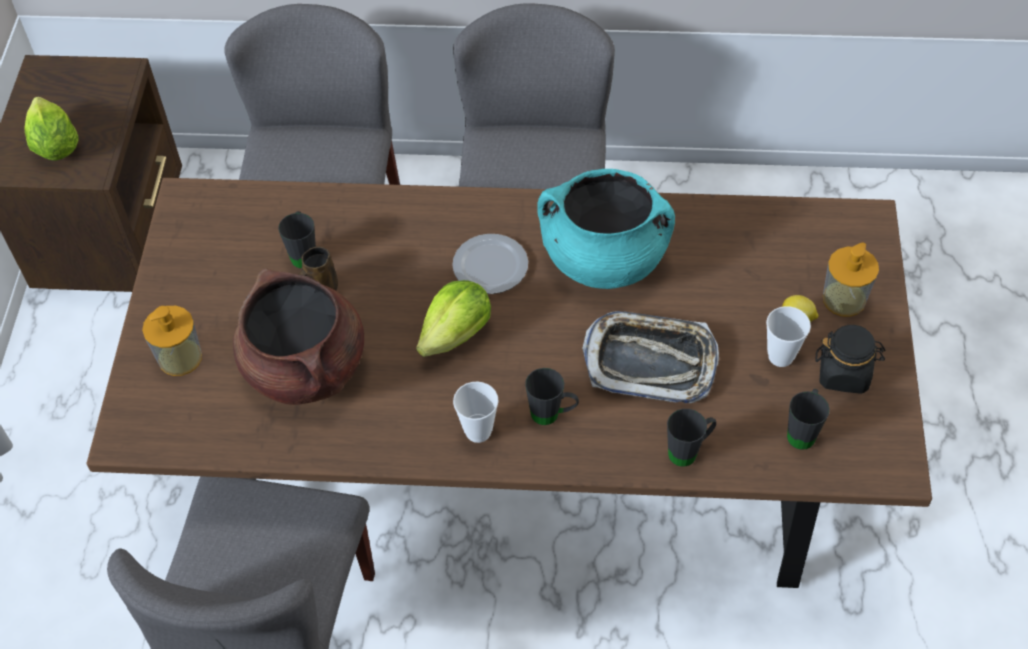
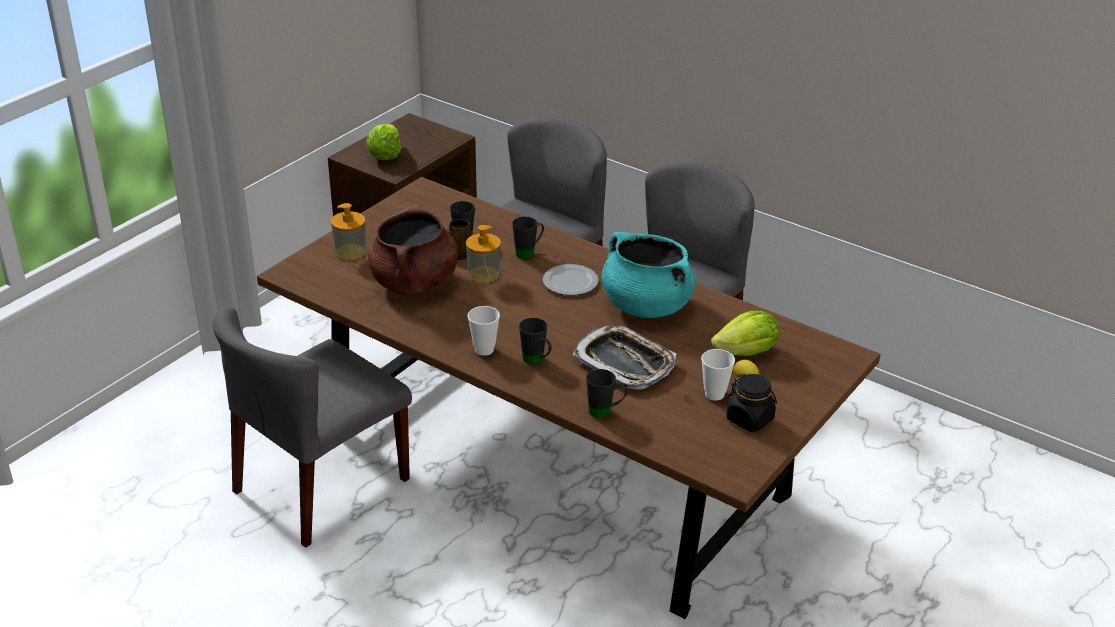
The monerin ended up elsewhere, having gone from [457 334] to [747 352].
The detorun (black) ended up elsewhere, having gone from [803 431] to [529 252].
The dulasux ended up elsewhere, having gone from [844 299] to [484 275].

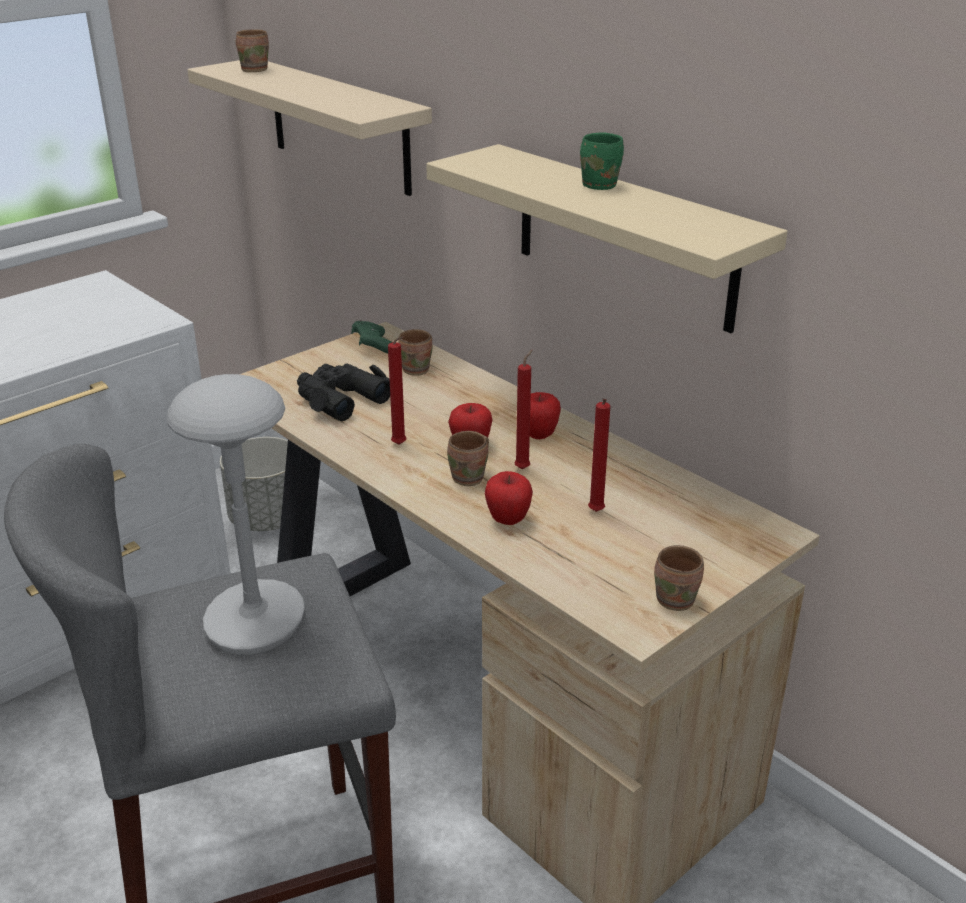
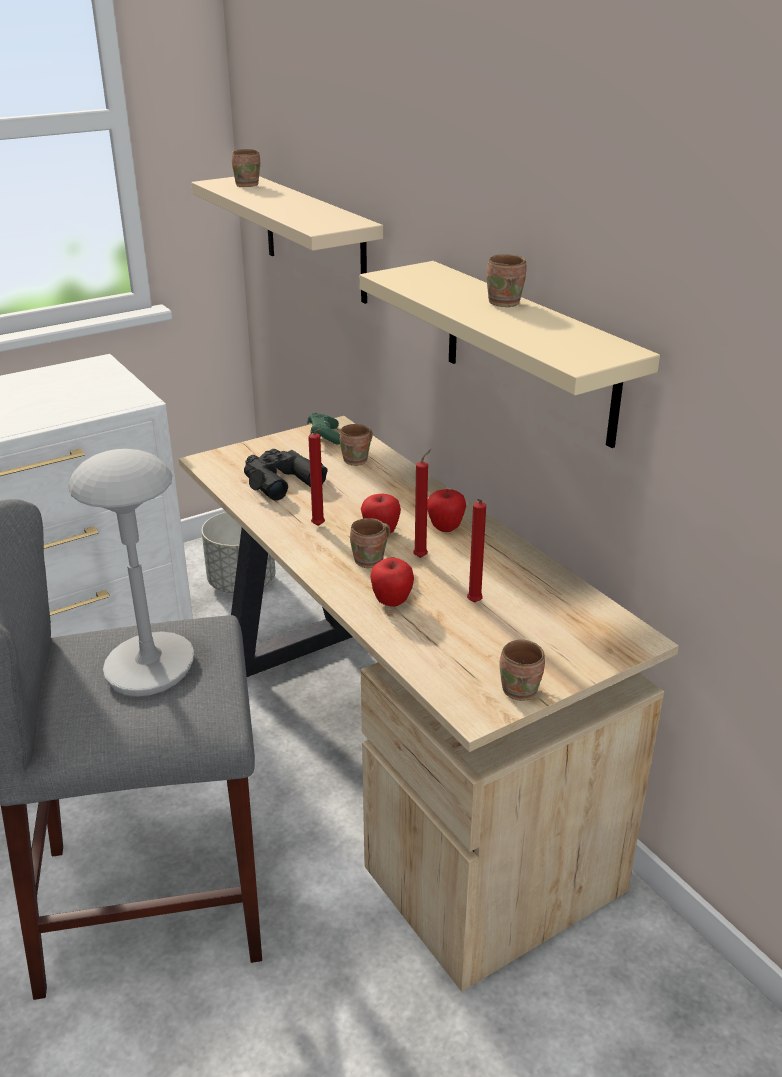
What was the detorun (green) at [601 185] turned into the detorun (brown) at [506 302].

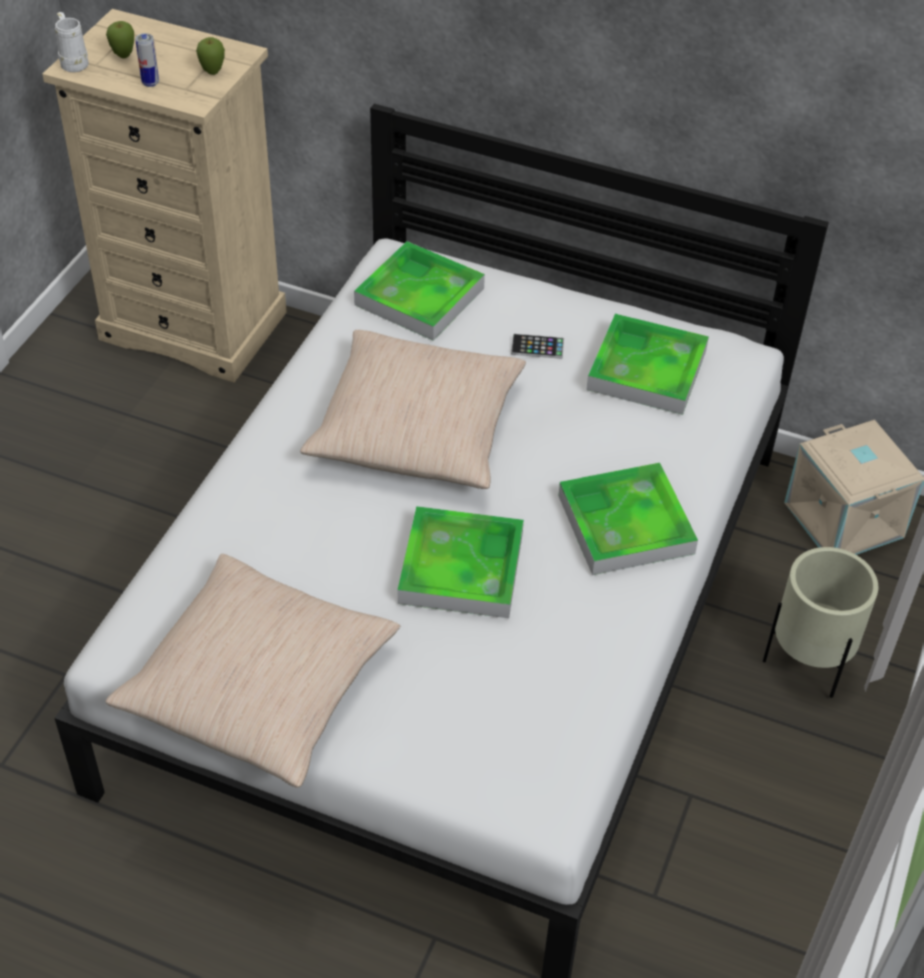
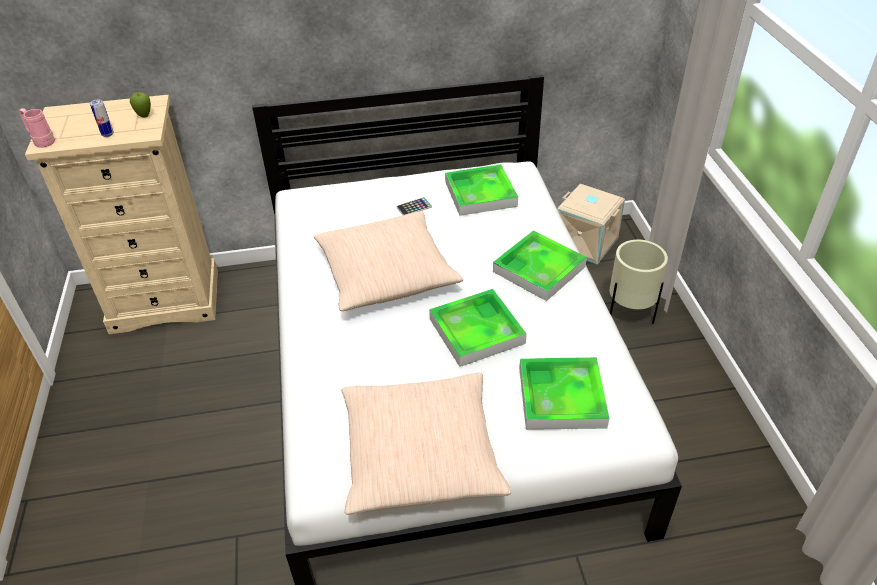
The second view lost the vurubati at [123 56].
The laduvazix ended up elsewhere, having gone from [419 296] to [561 397].
What was the detorun (white) at [73 62] turned into the detorun (pink) at [42 141].

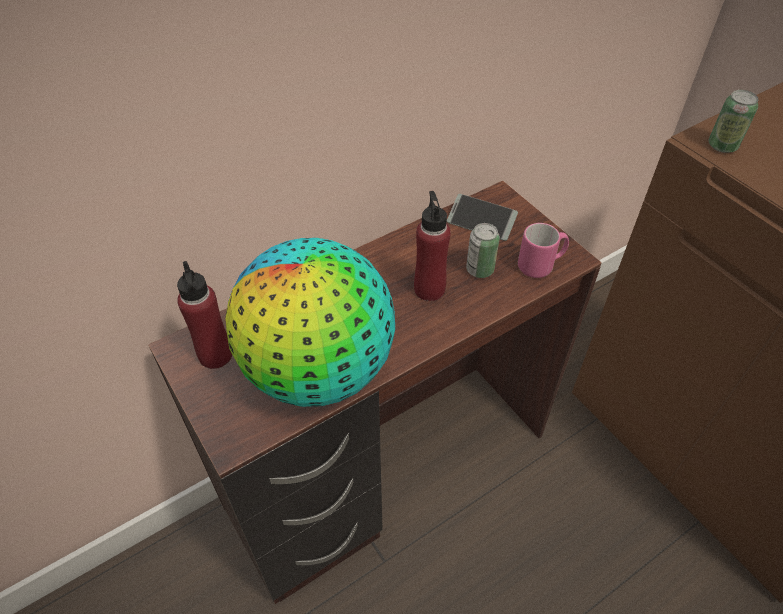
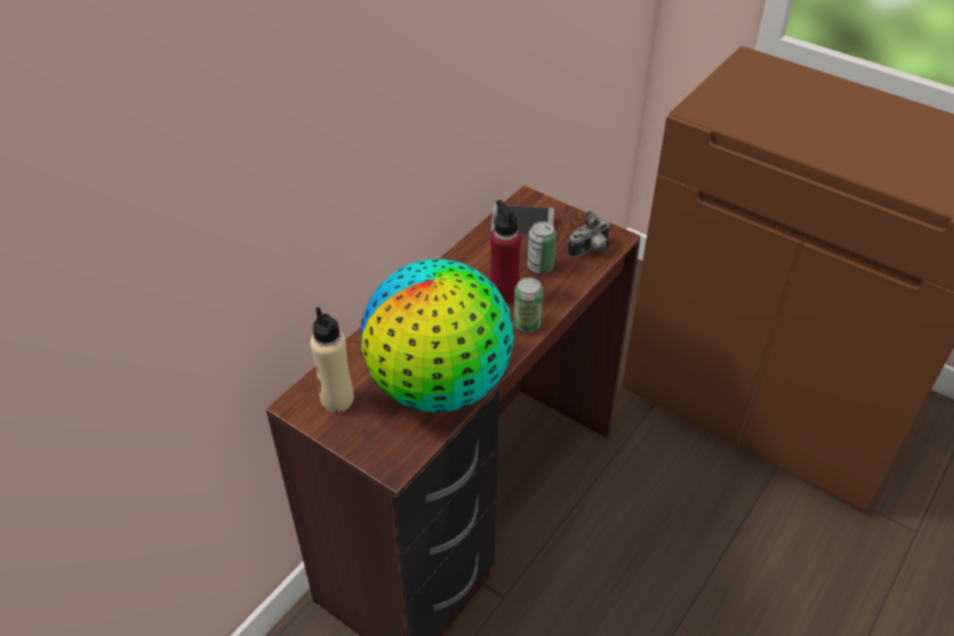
The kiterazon ended up elsewhere, having gone from [722 146] to [527 324].
Where the detorun (pink) stood at [540 265], the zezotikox came to stand at [591 250].
What was the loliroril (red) at [215 355] turned into the loliroril (beige) at [337 400].

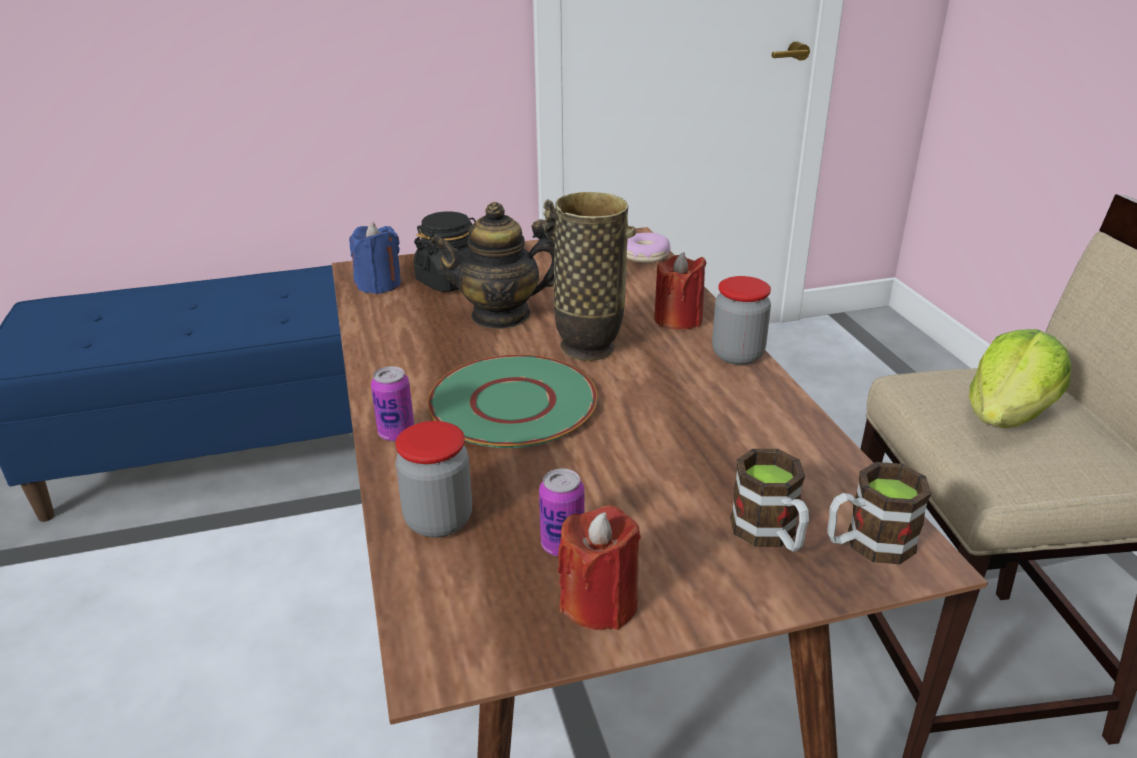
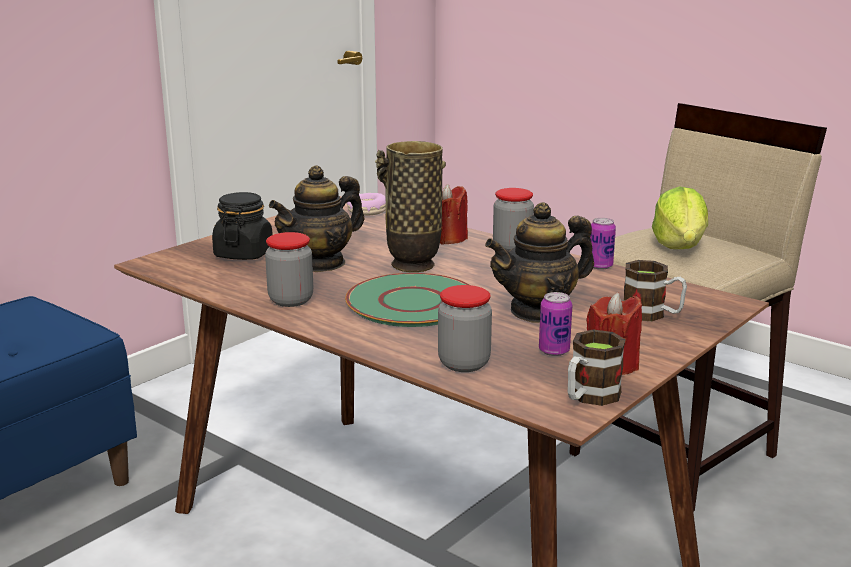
The second view lost the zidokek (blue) at [378 285].
The second view gained the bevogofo at [291 300].
The second view gained the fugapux at [539 311].
The kiterazon ended up elsewhere, having gone from [396 433] to [600 266].
The detorun ended up elsewhere, having gone from [867 544] to [589 397].

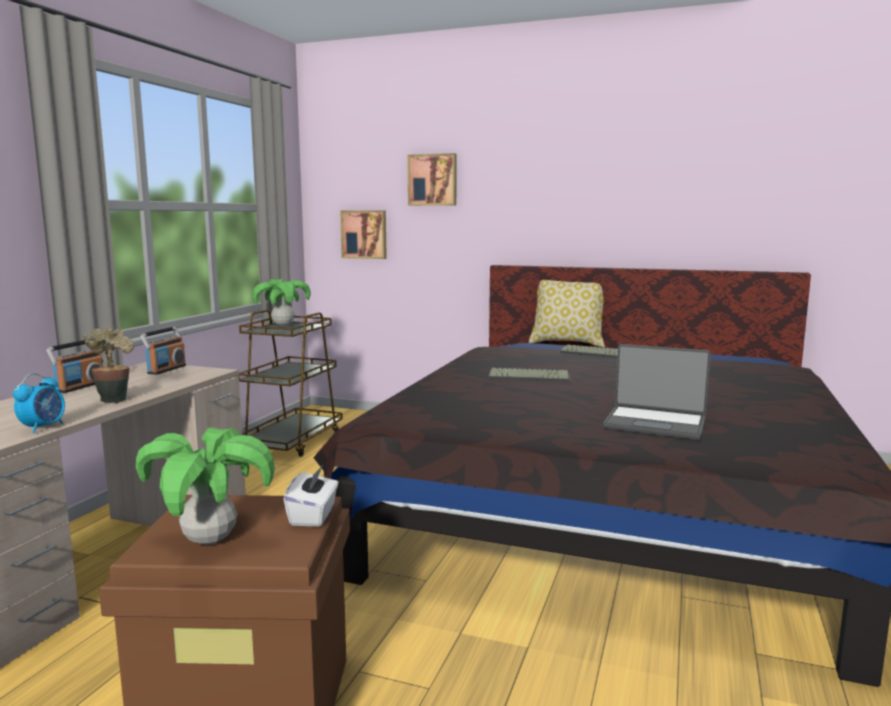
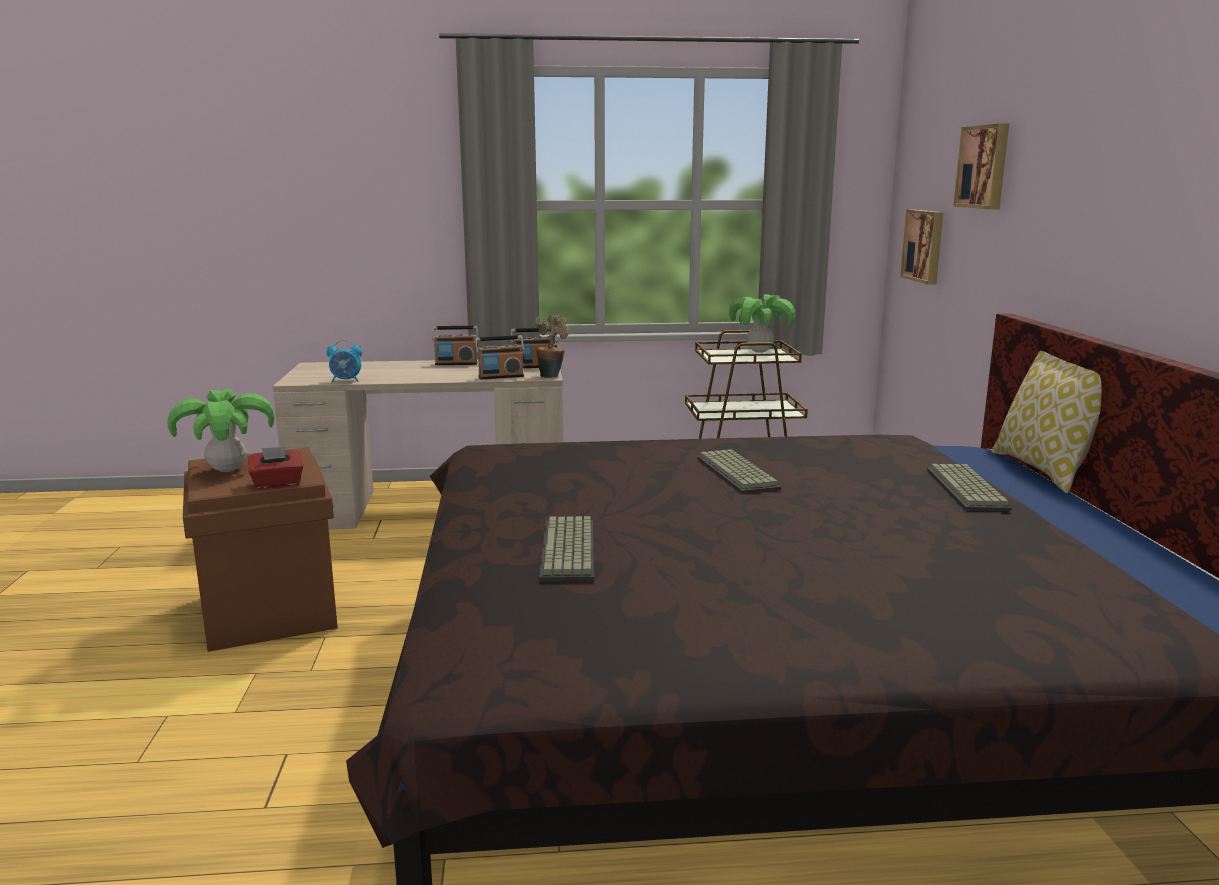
The second view gained the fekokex at [501 377].
The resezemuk ended up elsewhere, having gone from [113 399] to [551 375].
Where the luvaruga stood at [655 424], the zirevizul came to stand at [570 551].
What was the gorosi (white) at [313 516] turned into the gorosi (red) at [277 484].

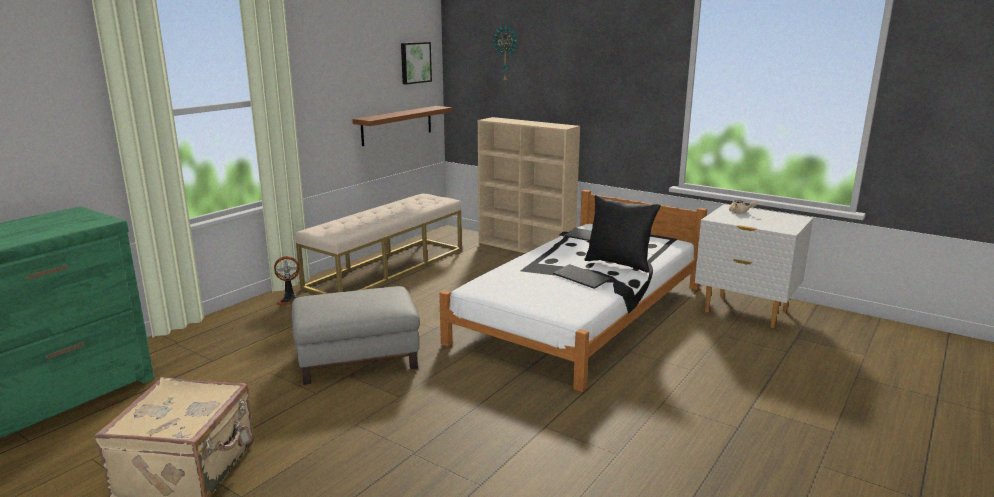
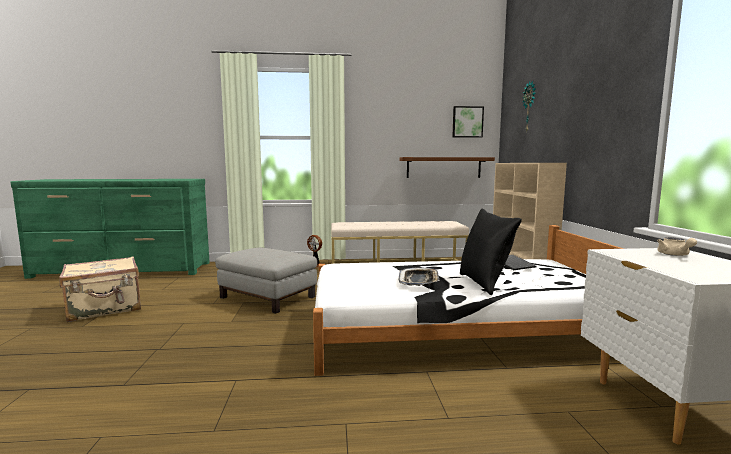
Where the zirevizul stood at [582 278], the laduvazix came to stand at [419 281].

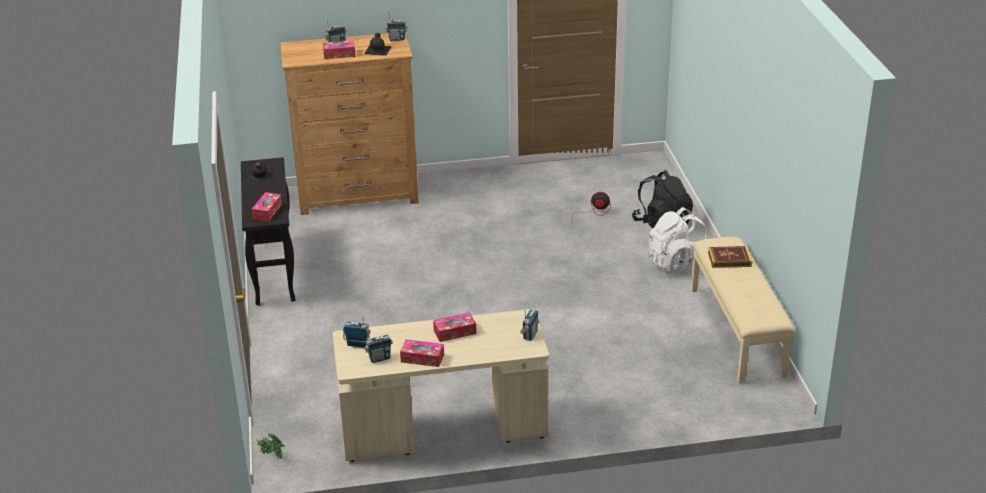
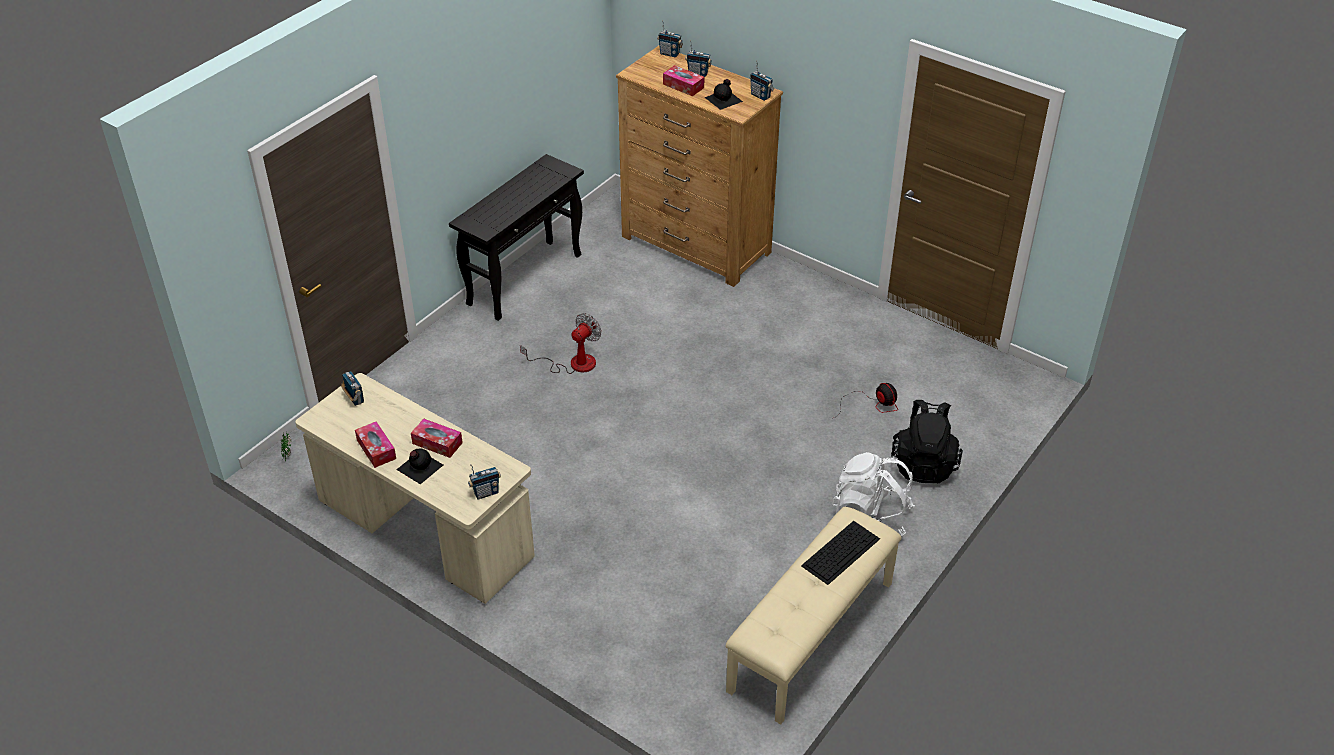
The second view lost the gorosi at [267 211].
The second view gained the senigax at [573 363].
The loliroril (black) ended up elsewhere, having gone from [259 177] to [419 467].
The fekokex ended up elsewhere, having gone from [379 358] to [669 54].
Where the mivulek stood at [729 259], the zirevizul came to stand at [841 551].

